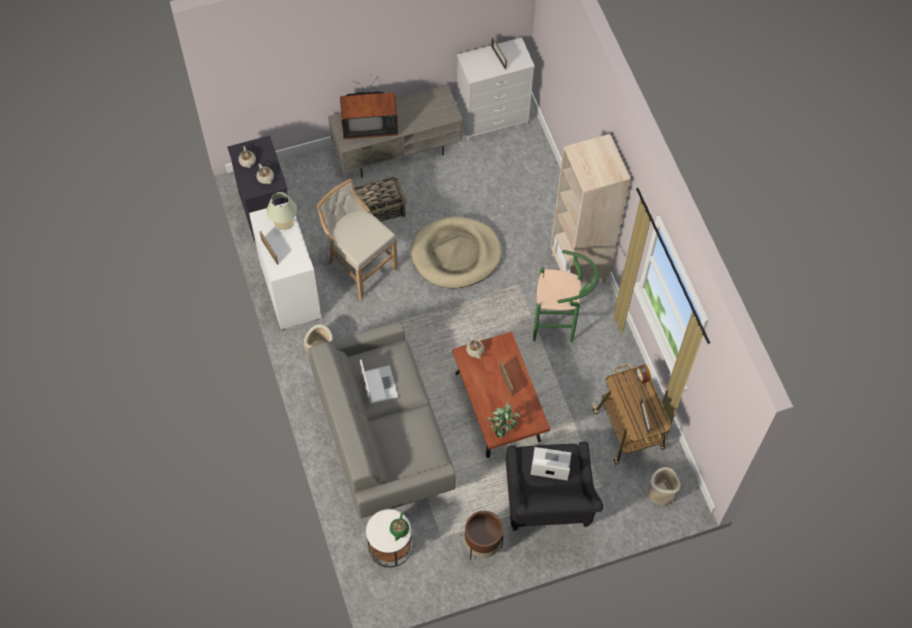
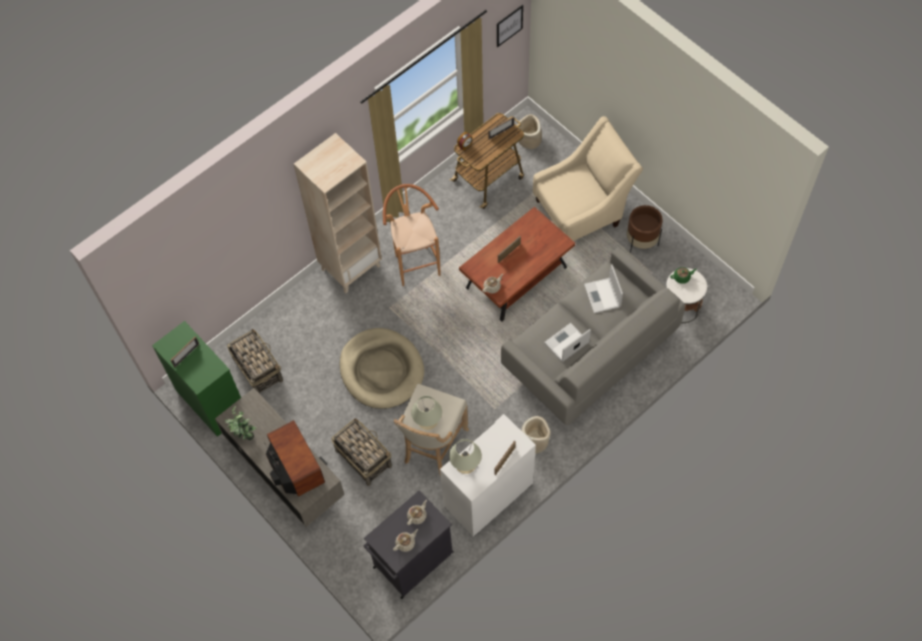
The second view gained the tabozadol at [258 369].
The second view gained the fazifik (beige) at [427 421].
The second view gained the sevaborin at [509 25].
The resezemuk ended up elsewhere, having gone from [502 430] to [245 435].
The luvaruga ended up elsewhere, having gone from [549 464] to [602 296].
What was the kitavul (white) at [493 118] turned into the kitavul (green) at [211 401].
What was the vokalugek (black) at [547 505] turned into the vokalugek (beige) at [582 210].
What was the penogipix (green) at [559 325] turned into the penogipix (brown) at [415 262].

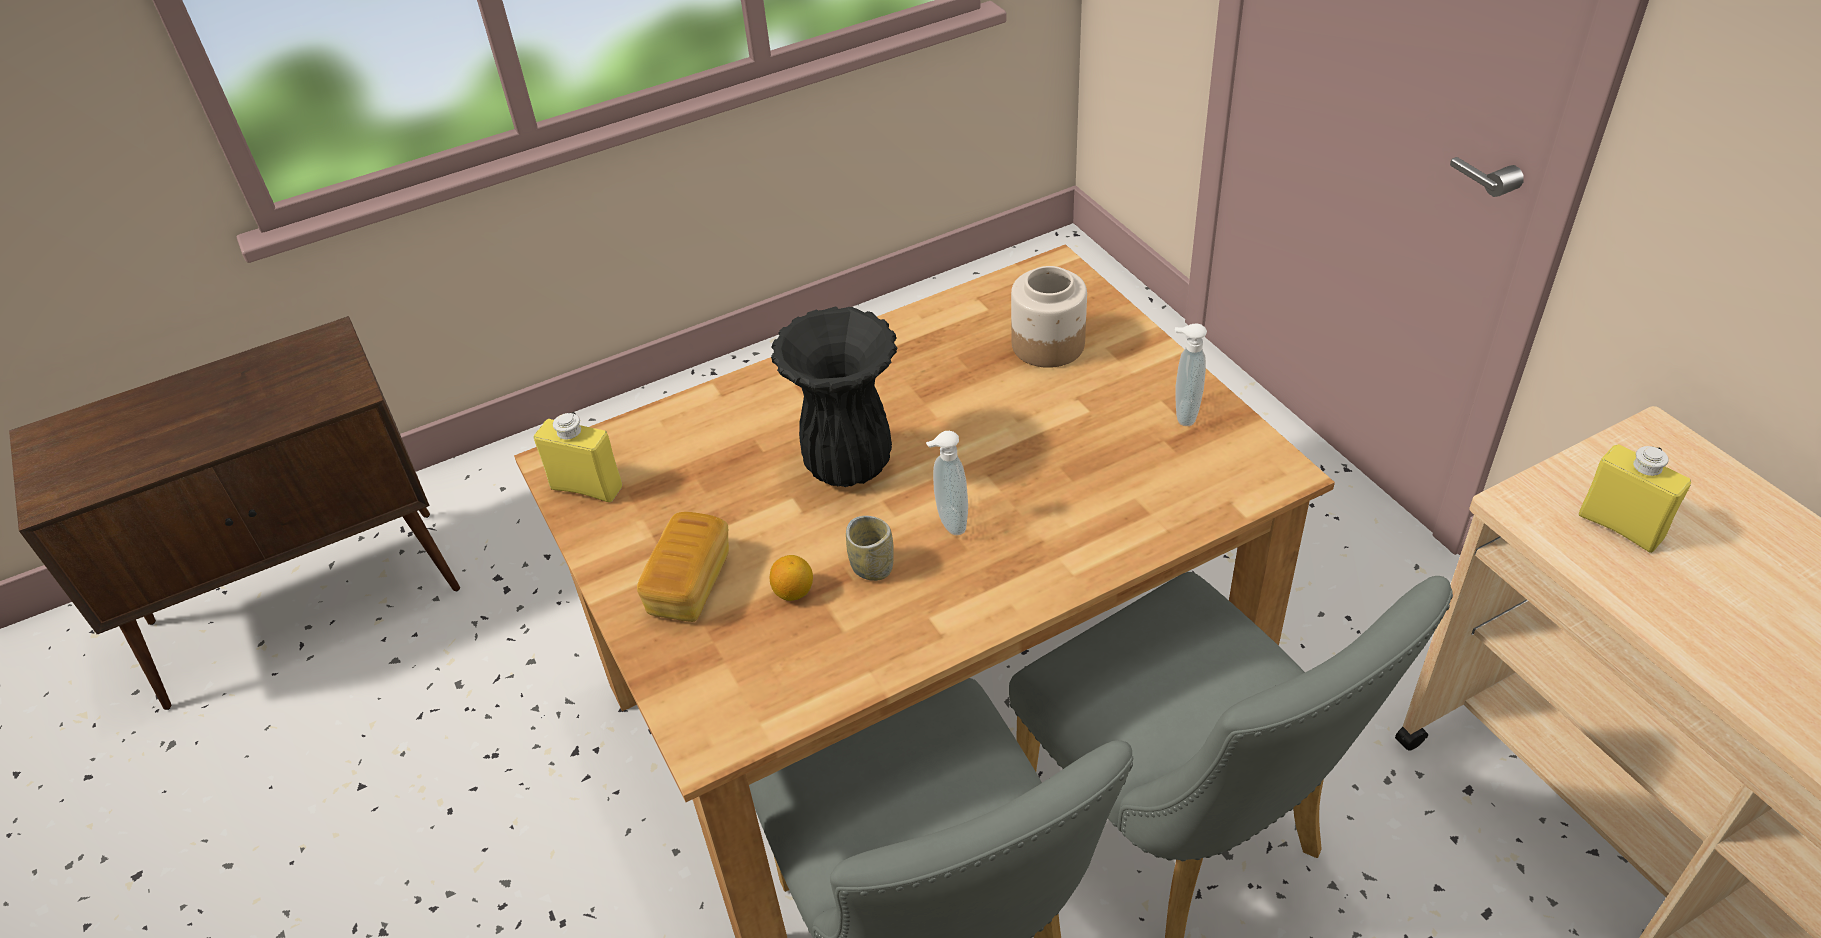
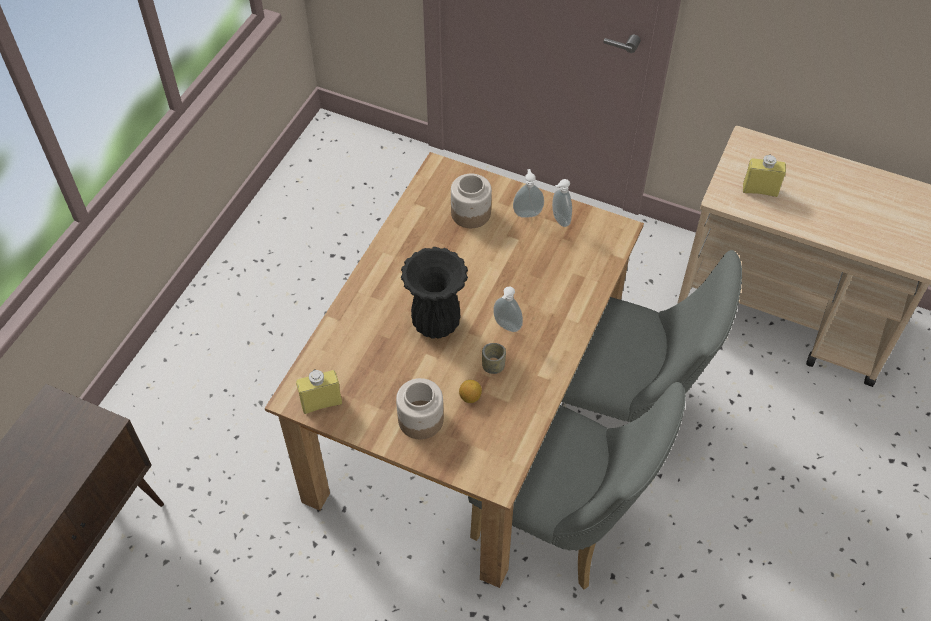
The second view gained the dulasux at [527 213].
Where the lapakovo stood at [689 584], the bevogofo came to stand at [420 420].

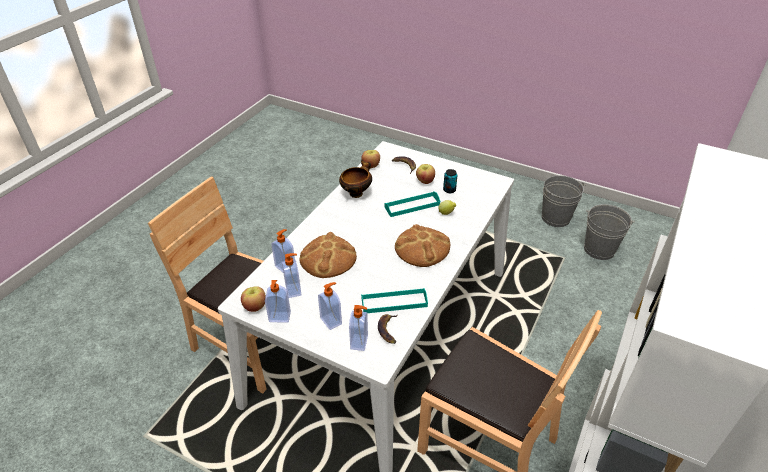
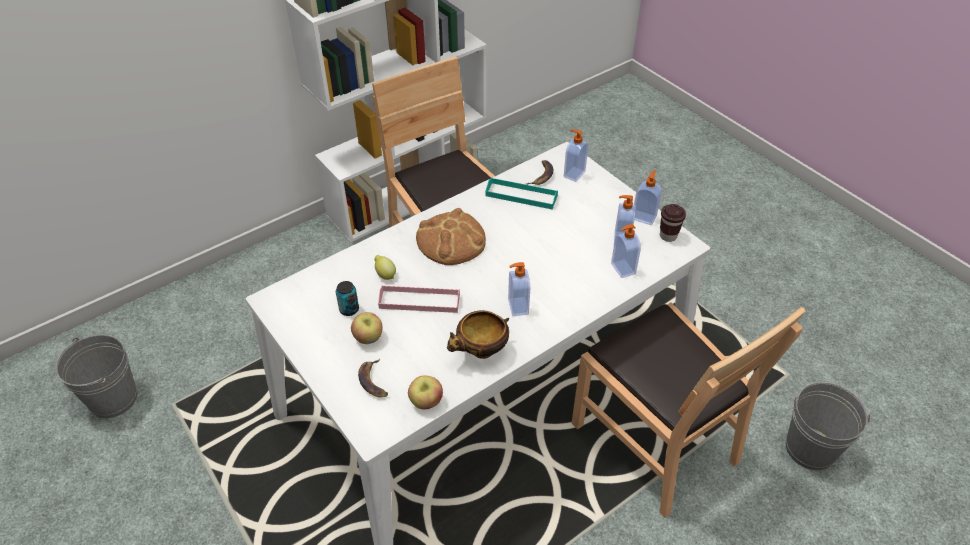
The second view lost the lapakovo at [328 258].
The dulasux ended up elsewhere, having gone from [331 320] to [517 307].
The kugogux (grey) ended up elsewhere, having gone from [555 218] to [810 448].
Where the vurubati stood at [255 306], the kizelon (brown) came to stand at [668 236].
What was the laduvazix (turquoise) at [412 206] turned into the laduvazix (pink) at [419 301].

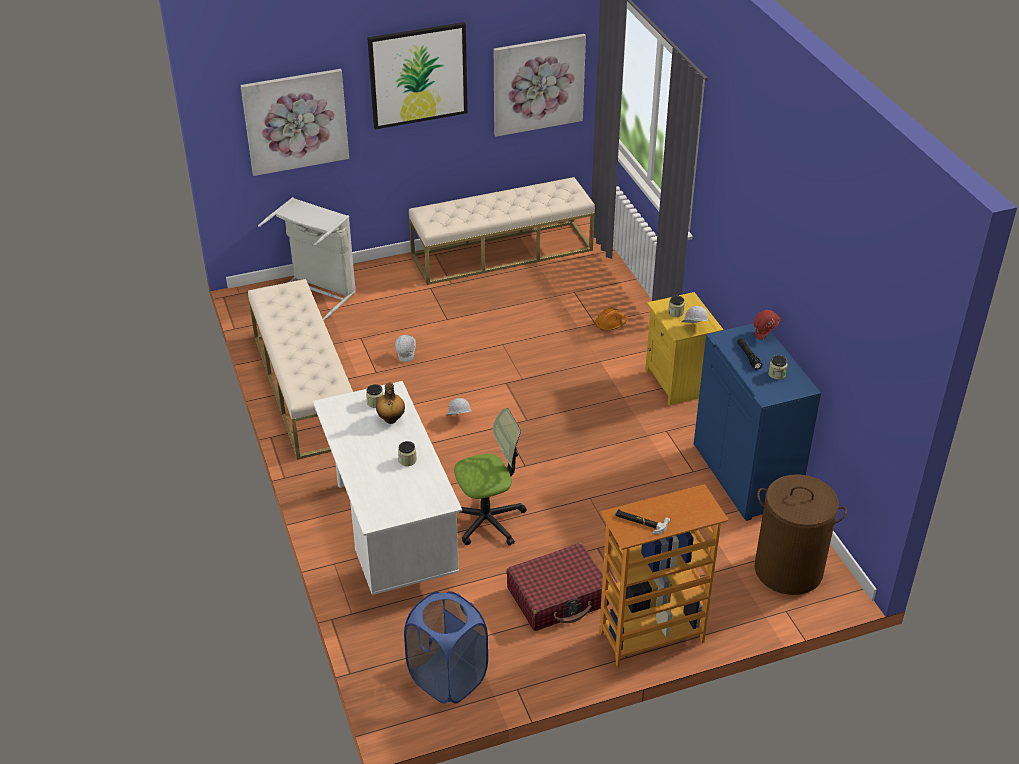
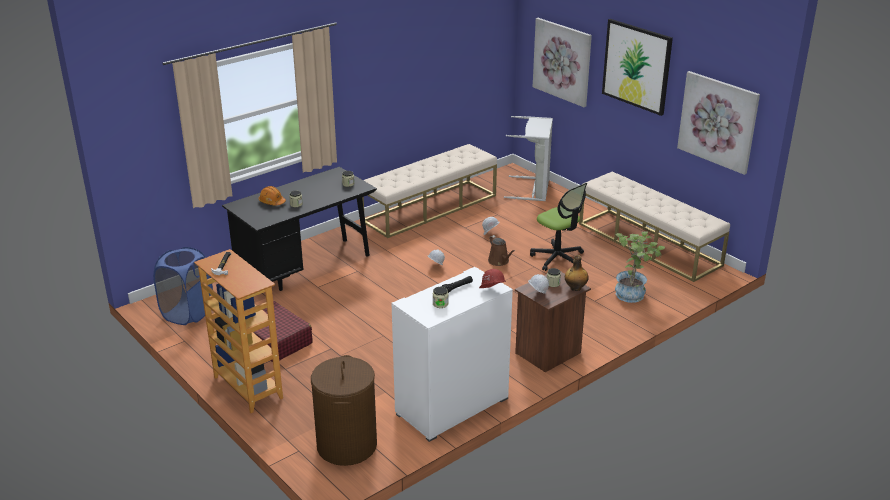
The second view gained the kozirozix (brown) at [499 261].
The second view gained the resezemuk at [633 293].
The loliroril ended up elsewhere, having gone from [391 419] to [575 288].
The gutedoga ended up elsewhere, having gone from [487 520] to [558 258].
The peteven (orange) ended up elsewhere, having gone from [610 324] to [272 202].
What was the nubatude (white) at [390 536] turned into the nubatude (black) at [306 267].
What was the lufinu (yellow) at [679 383] turned into the lufinu (brown) at [549 353].
What was the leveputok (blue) at [746 475] turned into the leveputok (white) at [452 407].

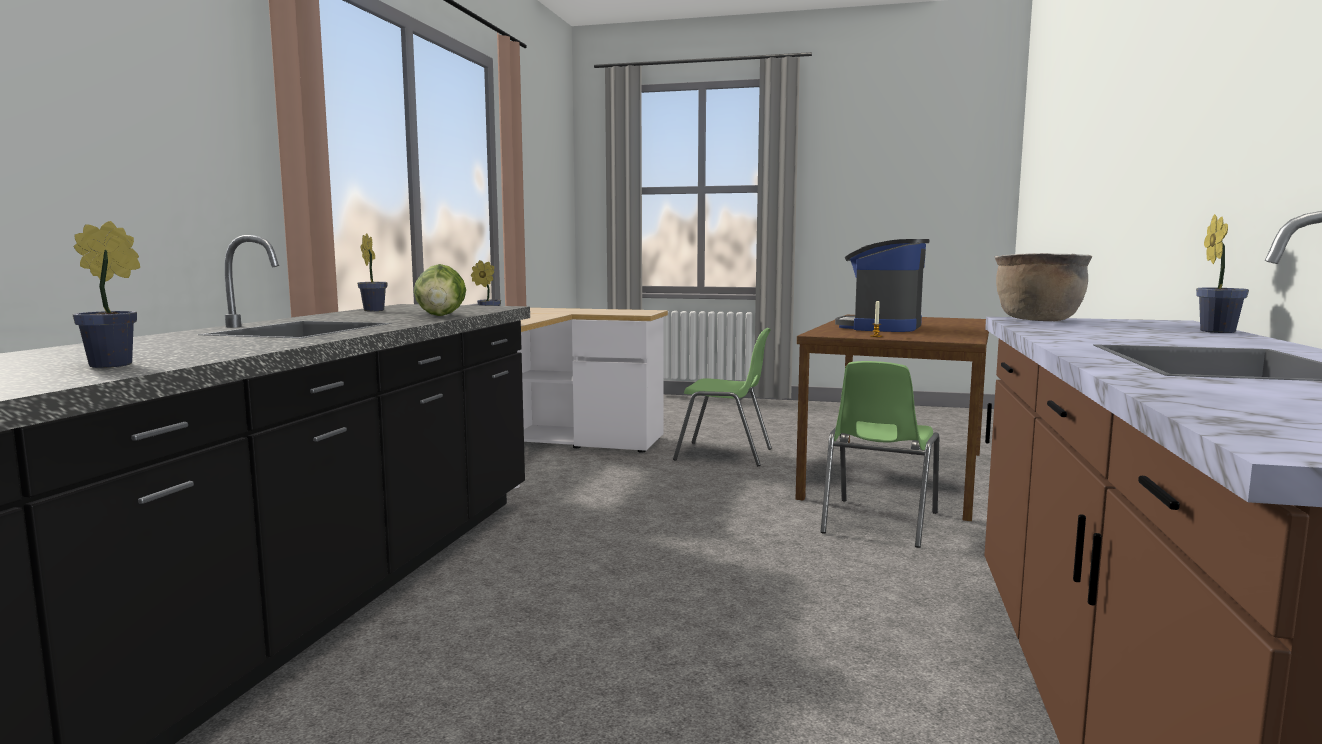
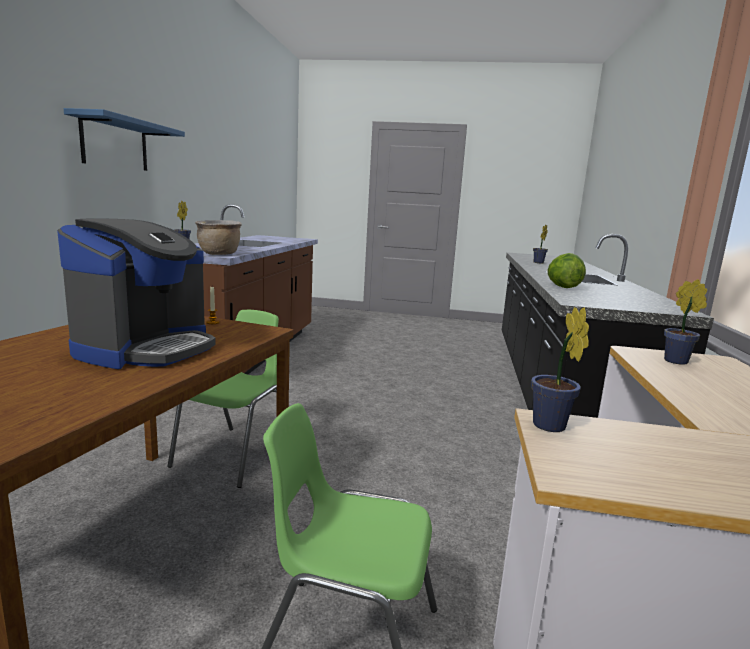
The second view gained the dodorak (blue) at [115 144].
The resezemuk ended up elsewhere, having gone from [375 310] to [550 427].

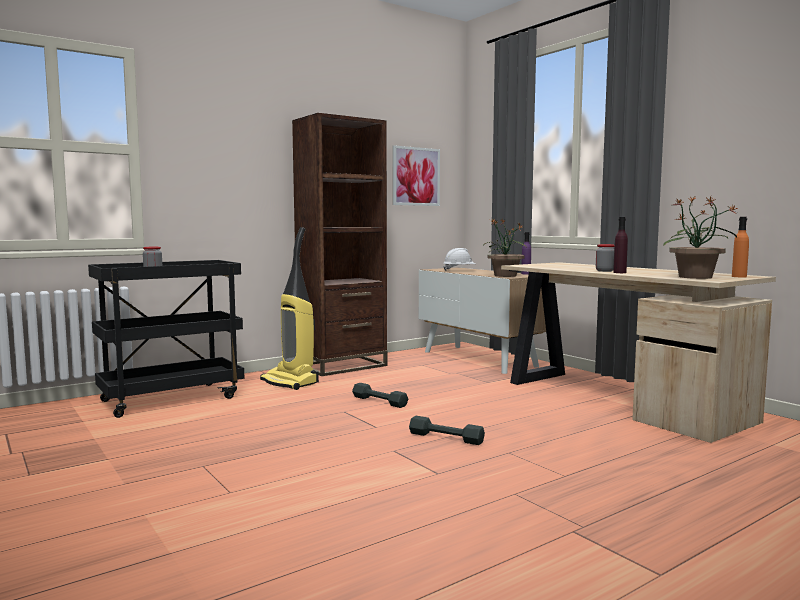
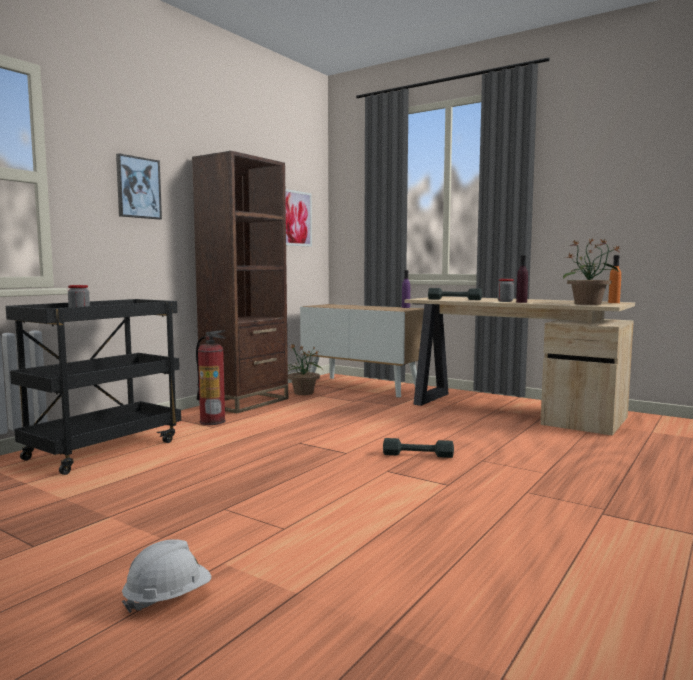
The second view gained the sevaborin at [138 188].
The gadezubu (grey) ended up elsewhere, having gone from [379 401] to [454 299].
The peteven (white) ended up elsewhere, having gone from [459 270] to [168 598].
The resezemuk ended up elsewhere, having gone from [505 276] to [303 393].
Where the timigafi stood at [290 382], the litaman came to stand at [213 421].

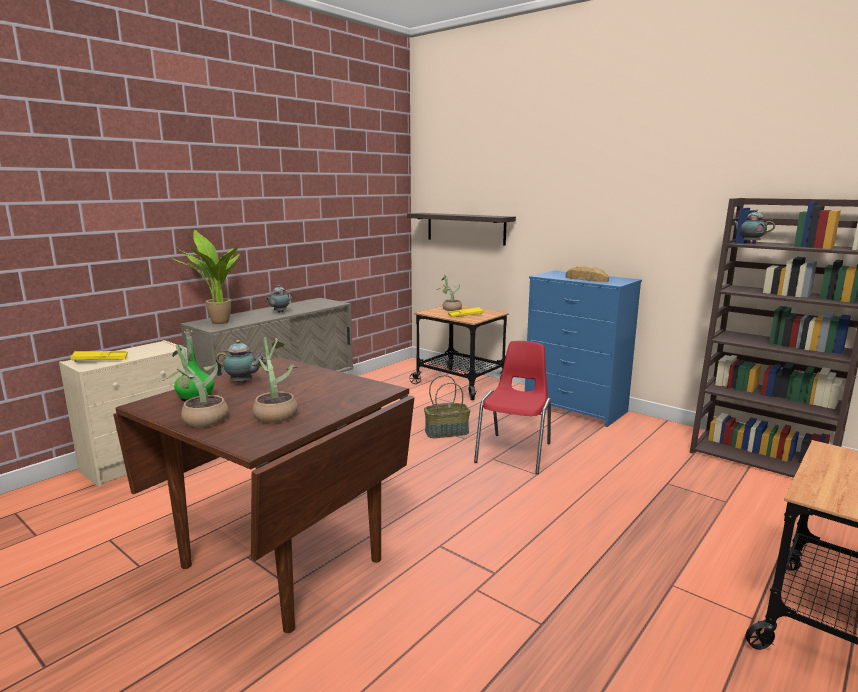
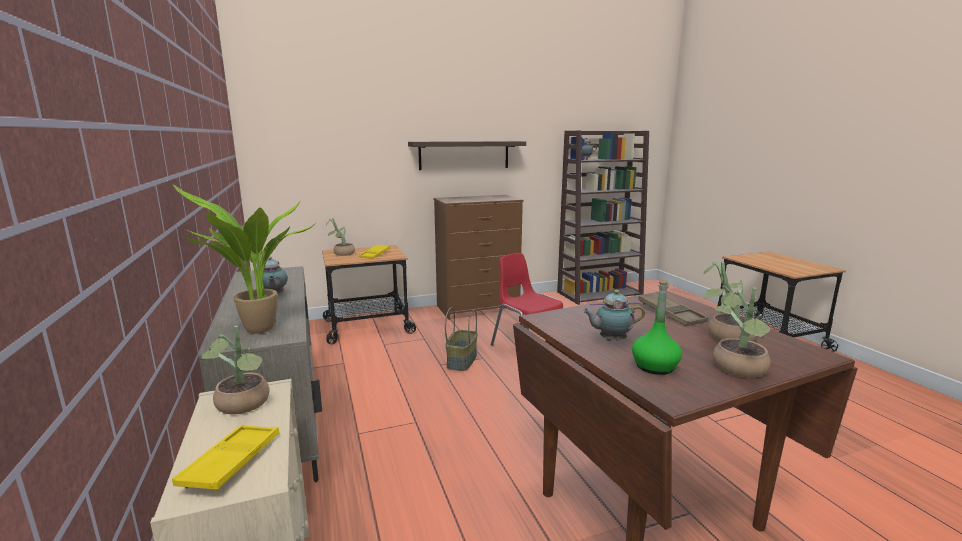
The second view lost the lapakovo at [586 279].
The second view gained the resezemuk at [243 406].
The second view gained the laduvazix (brown) at [670 314].
The dodorak ended up elsewhere, having gone from [465 228] to [464 155].
What was the kitavul (blue) at [576 408] turned into the kitavul (brown) at [478 307].
The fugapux at [243 382] ended up facing another way, 135 degrees counterclockwise from before.

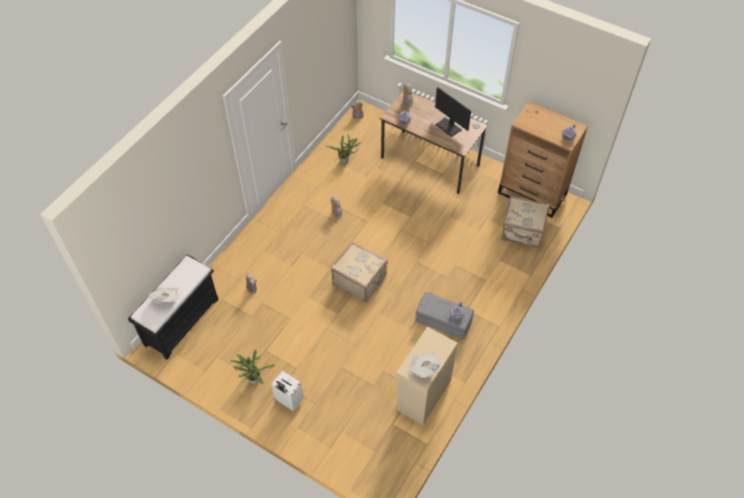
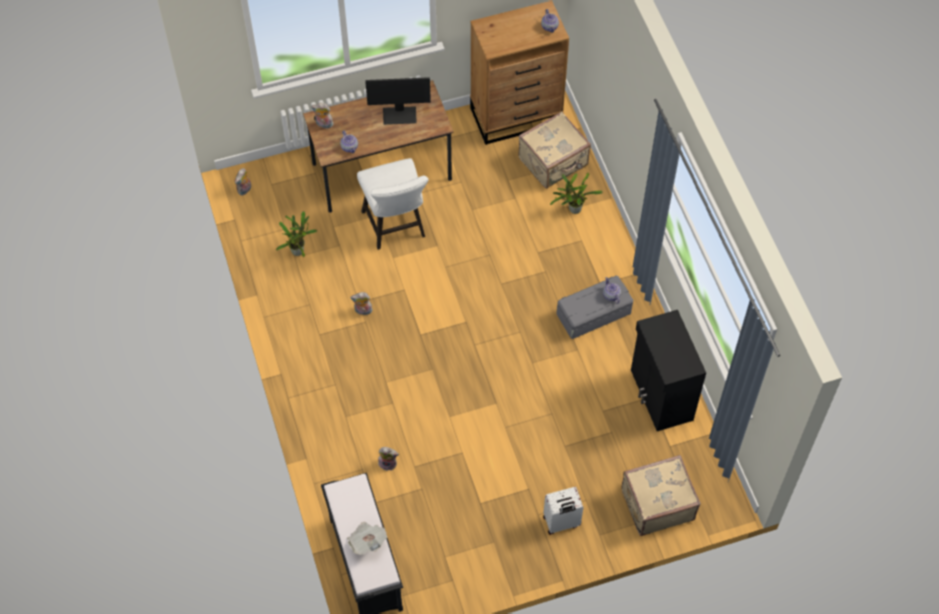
The second view lost the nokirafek at [423 368].
The second view gained the penogipix (white) at [396 228].
The resezemuk ended up elsewhere, having gone from [253 379] to [573 209].
The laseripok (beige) ended up elsewhere, having gone from [359 279] to [656 503].
What was the leveputok (beige) at [422 394] turned into the leveputok (black) at [660 396].

